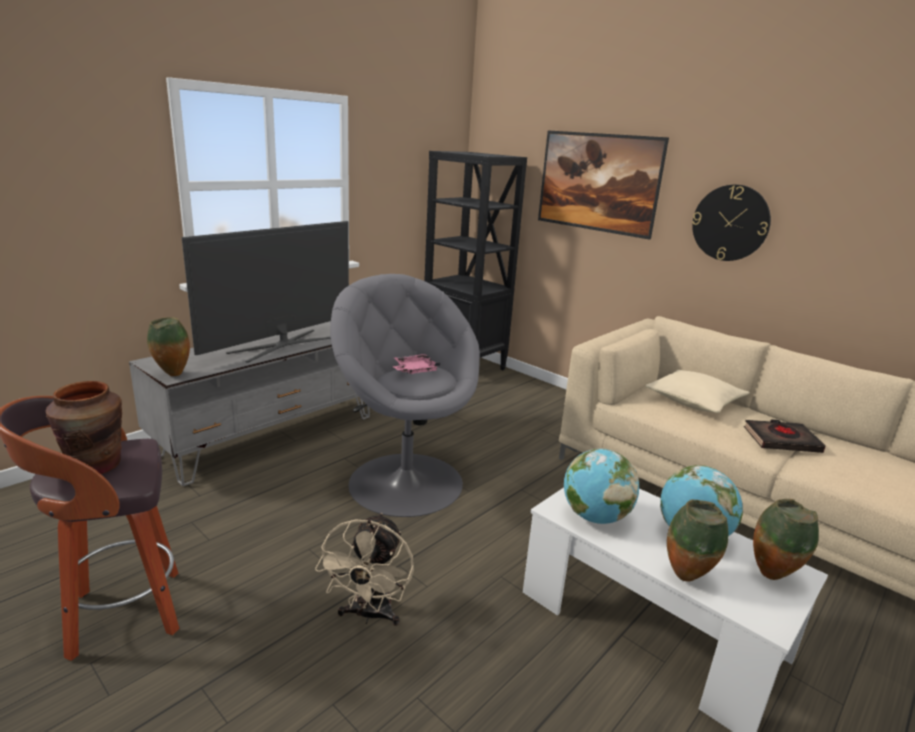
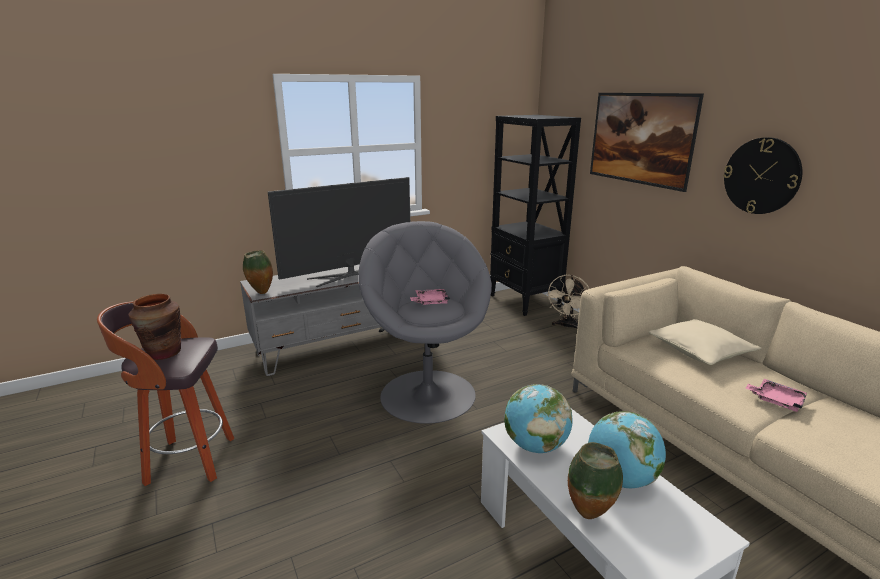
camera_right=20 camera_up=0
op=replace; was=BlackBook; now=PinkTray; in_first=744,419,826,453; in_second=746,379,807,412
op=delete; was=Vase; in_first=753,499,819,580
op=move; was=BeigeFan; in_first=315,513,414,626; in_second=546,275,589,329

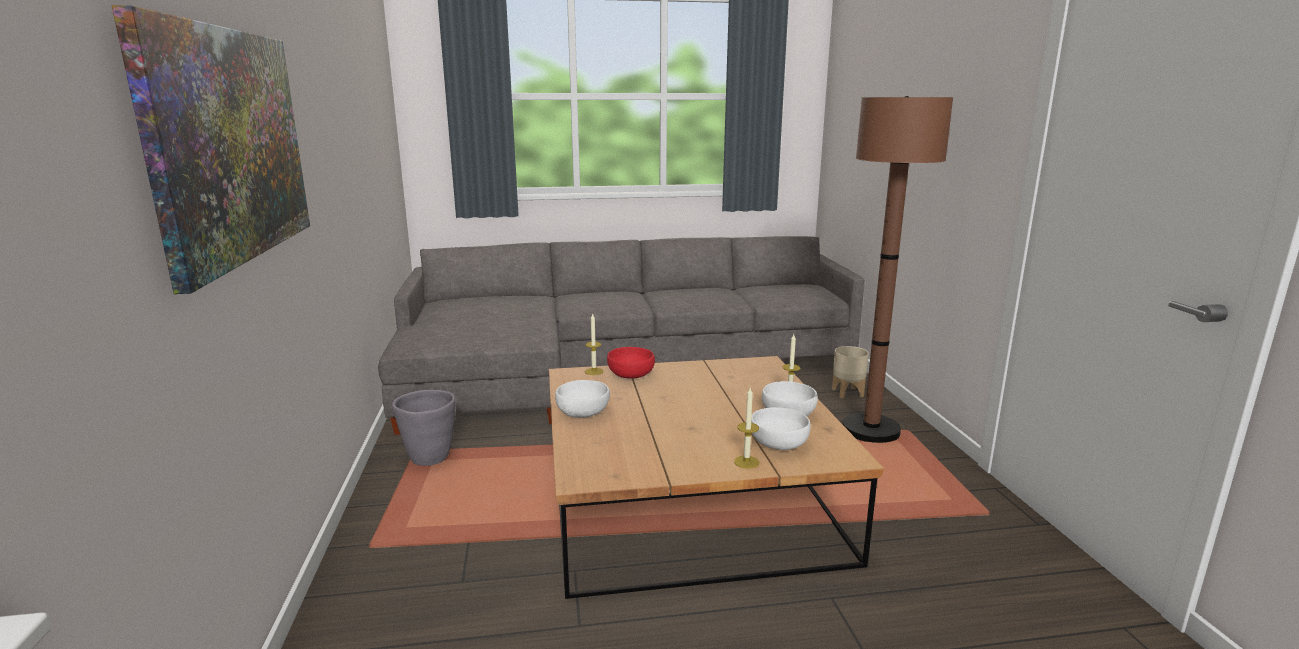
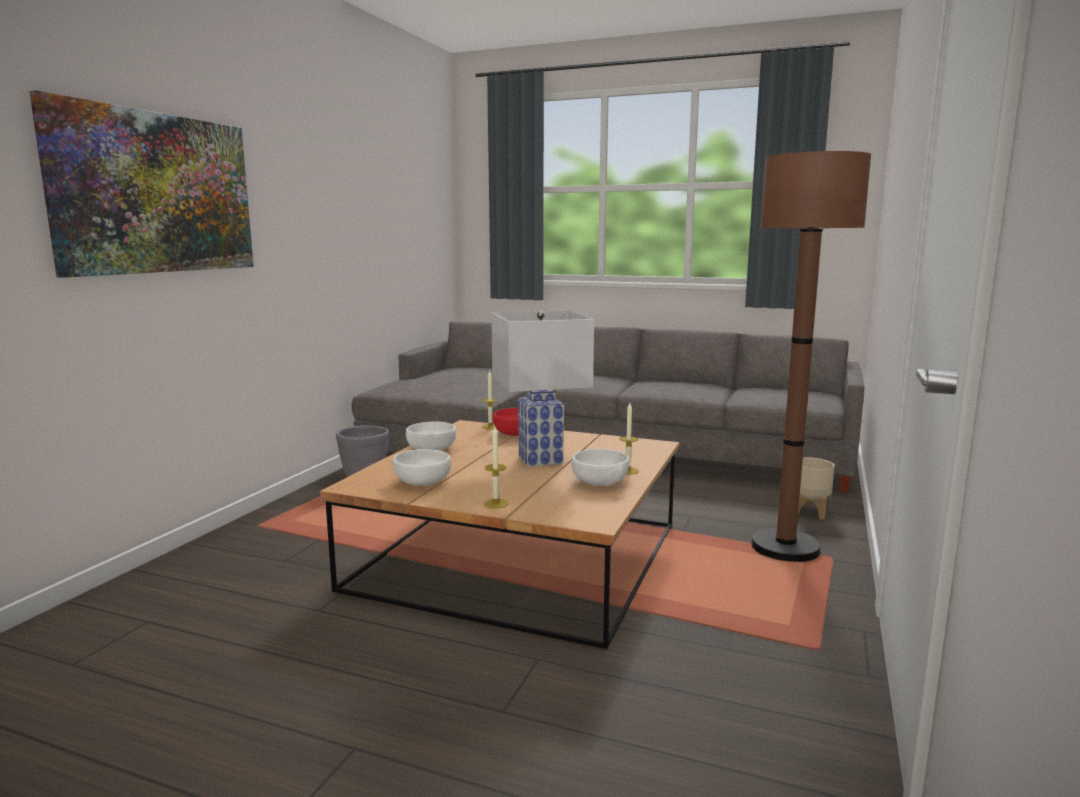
camera_right=30 camera_up=-5
op=move; was=WhiteBowl; in_first=751,407,811,450; in_second=393,449,451,486
op=insert; now=WhiteTableLamp; in_second=491,310,594,467

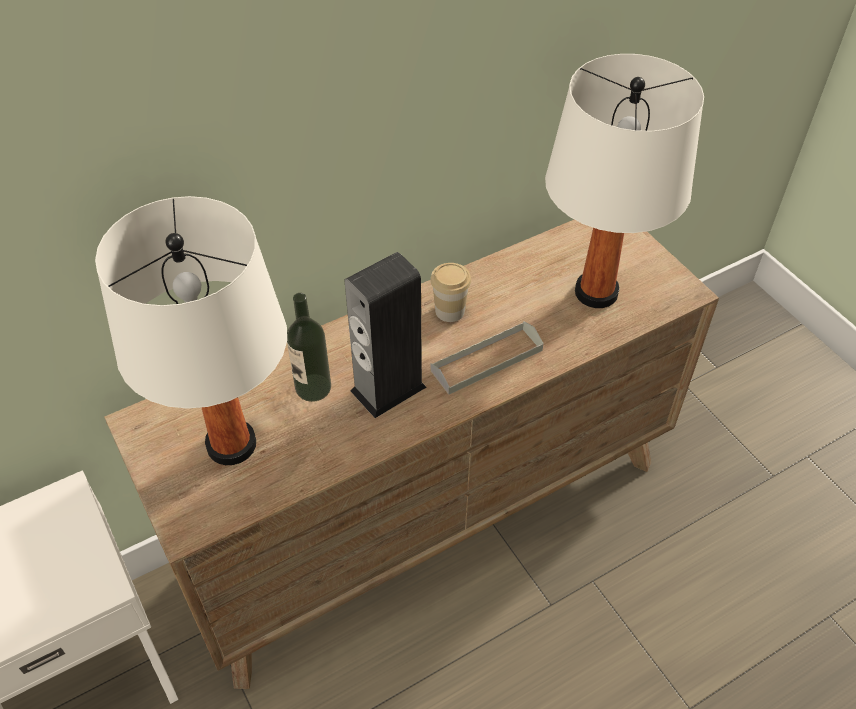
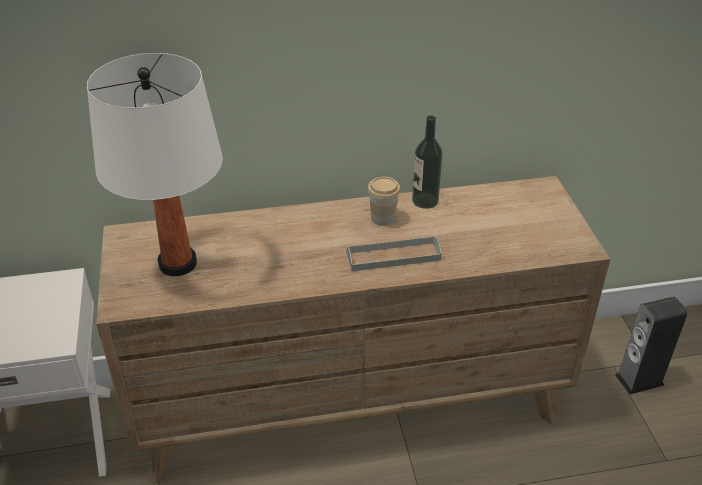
camera_right=20 camera_up=-10
op=delete; was=WhiteTableLamp; in_first=545,54,704,308
op=move; was=Speaker; in_first=345,252,426,418; in_second=615,296,688,395
op=move; was=Bottle; in_first=287,293,331,402; in_second=412,115,443,209

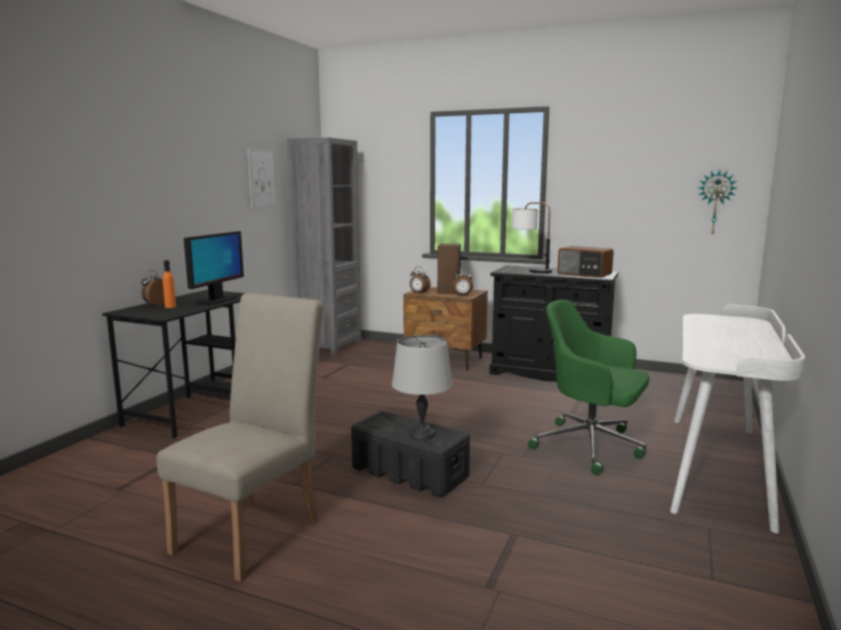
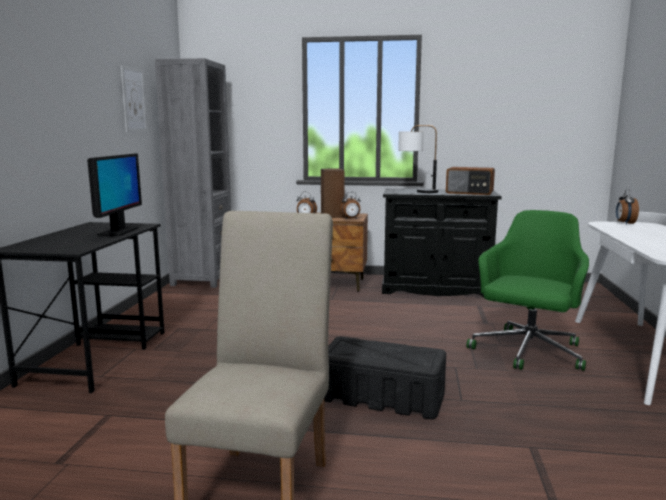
camera_right=-15 camera_up=0
op=delete; was=WallClock; in_first=699,169,737,236
op=delete; was=OrangeBottle; in_first=163,260,176,308
op=move; was=AlarmClock; in_first=141,270,165,306; in_second=616,189,639,225
op=rotate; was=GreenOfficeChair; in_first=528,300,650,475; in_second=466,210,589,371; clockwise=105
op=delete; was=GreyTableLamp; in_first=392,335,452,440

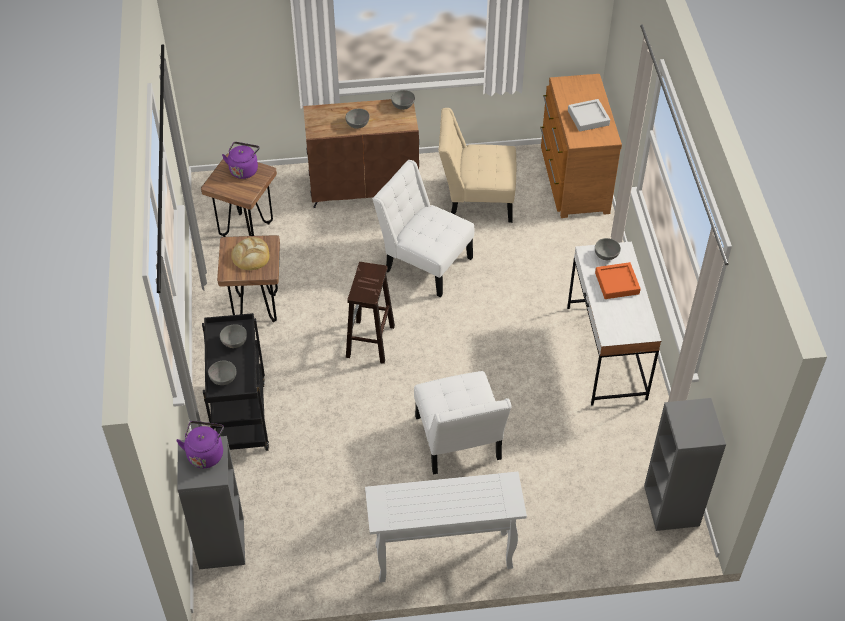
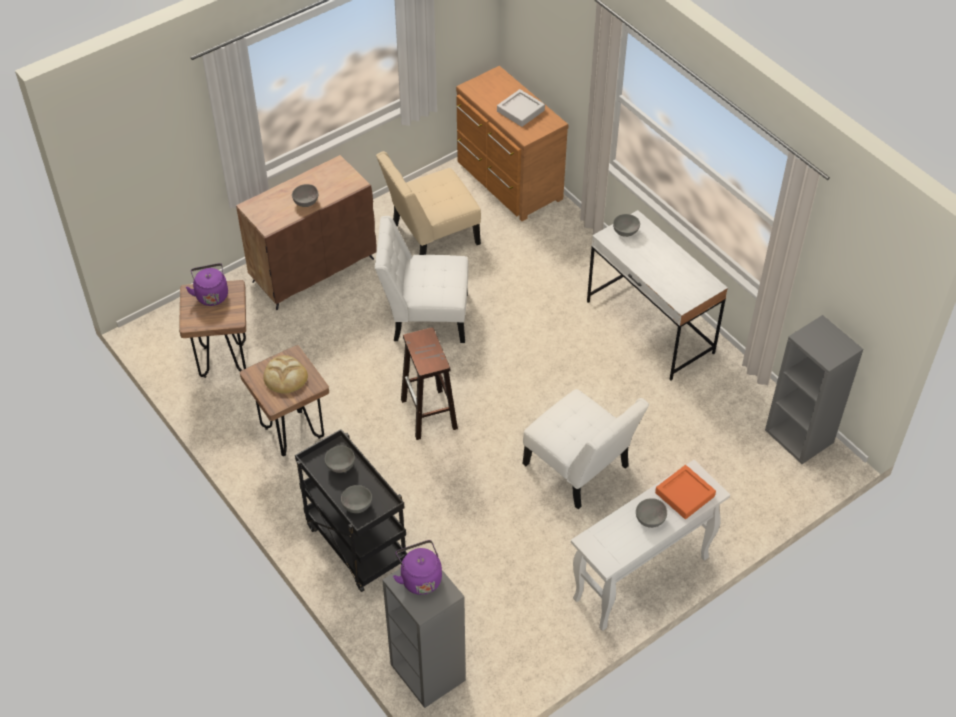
camera_right=-30 camera_up=0
op=move; was=GreyBowl; in_first=391,90,415,110; in_second=636,498,667,528
op=move; was=OrangeTray; in_first=595,262,641,299; in_second=655,465,716,519

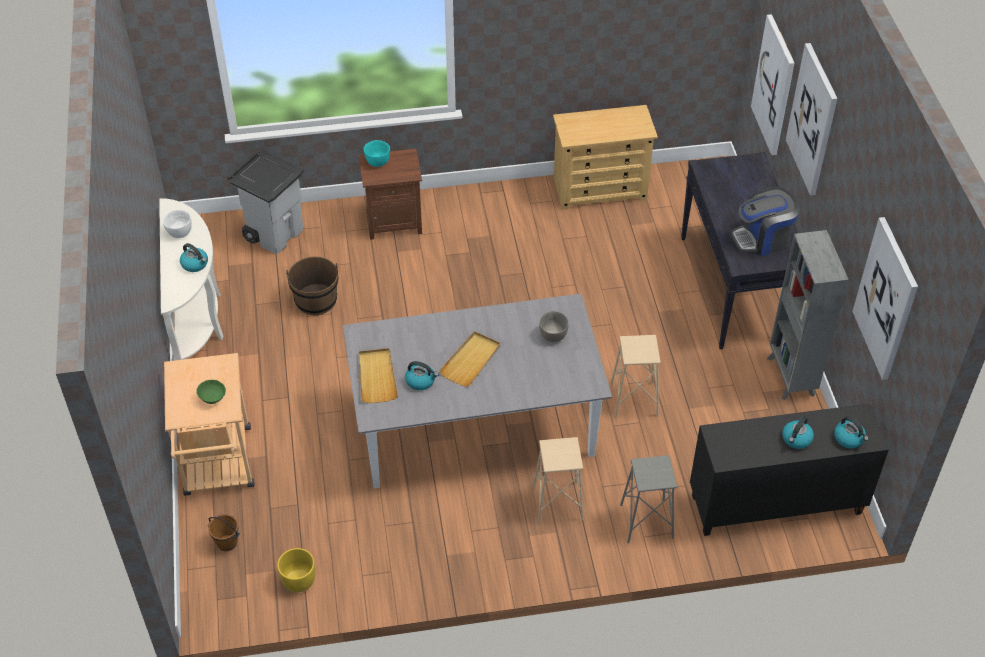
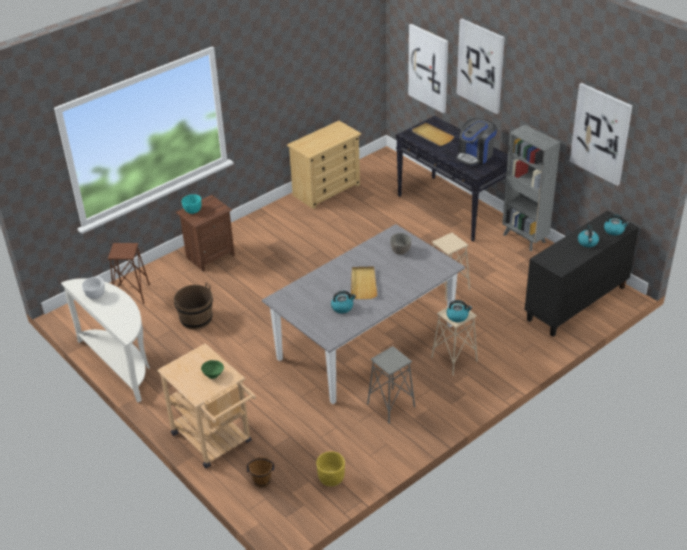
camera_right=-30 camera_up=-10
op=replace; was=GreyTrashCan; now=BrownStool; in_first=227,151,304,254; in_second=108,243,150,304
op=move; was=Kettle; in_first=180,243,208,272; in_second=446,300,472,322
op=move; was=BeigeTray; in_first=359,348,398,403; in_second=412,123,454,146
op=move; was=GreyStool; in_first=620,455,677,543; in_second=367,346,415,423

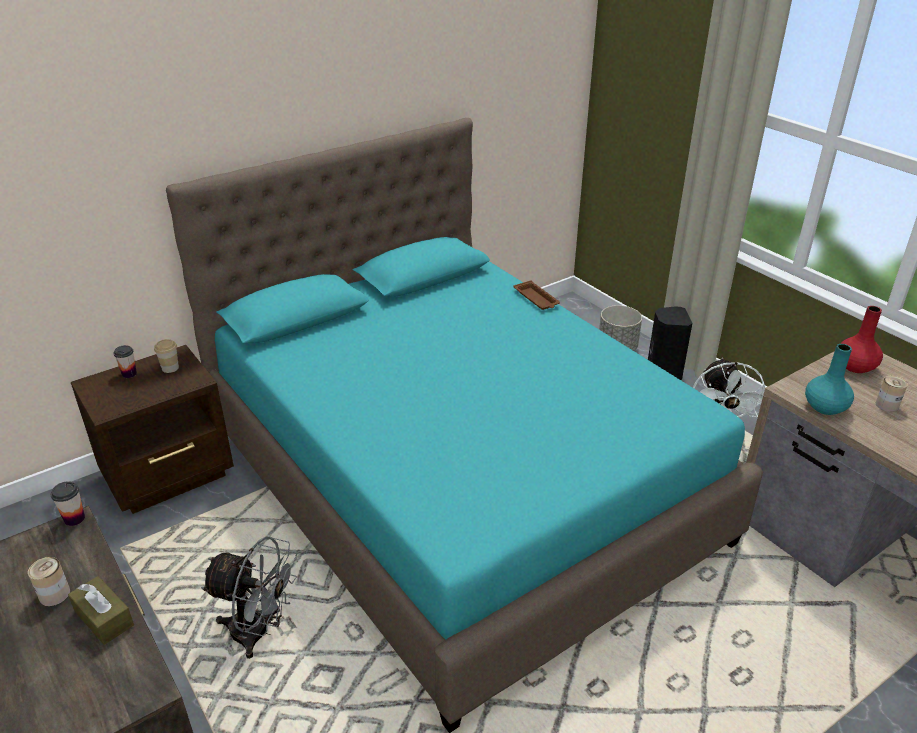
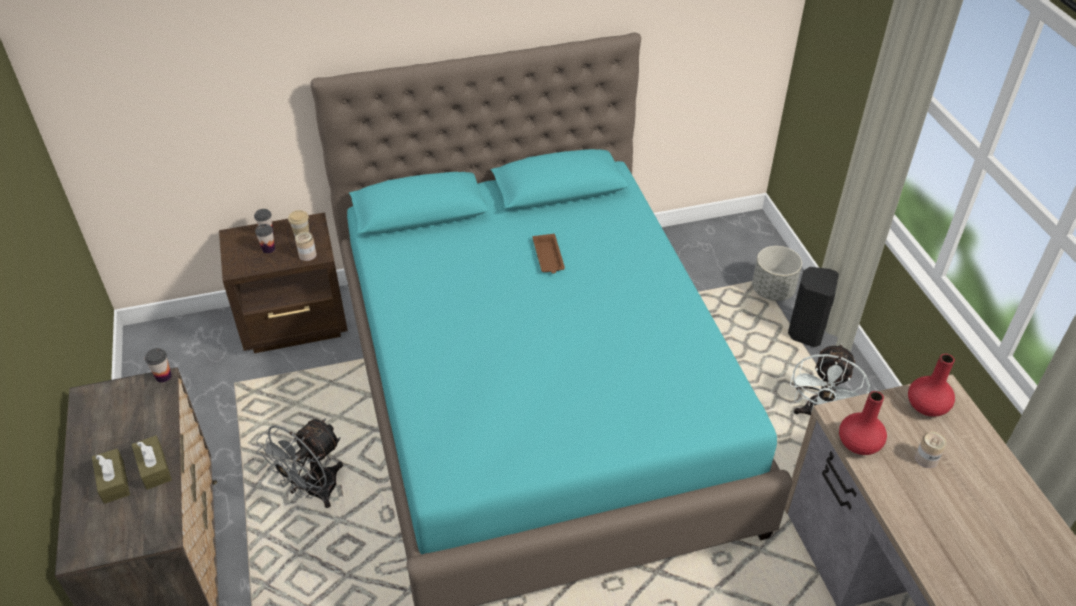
camera_right=20 camera_up=10
op=move; was=BrownTray; in_first=514,280,560,310; in_second=533,234,565,274
op=recolor; was=TurquoiseVase; now=RedVase; in_first=805,344,854,415; in_second=839,391,887,455
op=rotate; was=GreyFan; in_first=201,537,297,659; in_second=256,419,343,508; clockwise=90
op=move; was=Can; in_first=28,557,70,606; in_second=295,232,317,261
op=insert; now=Cup; in_second=255,224,275,253
op=insert; now=BrownTissueBox; in_second=92,449,130,504

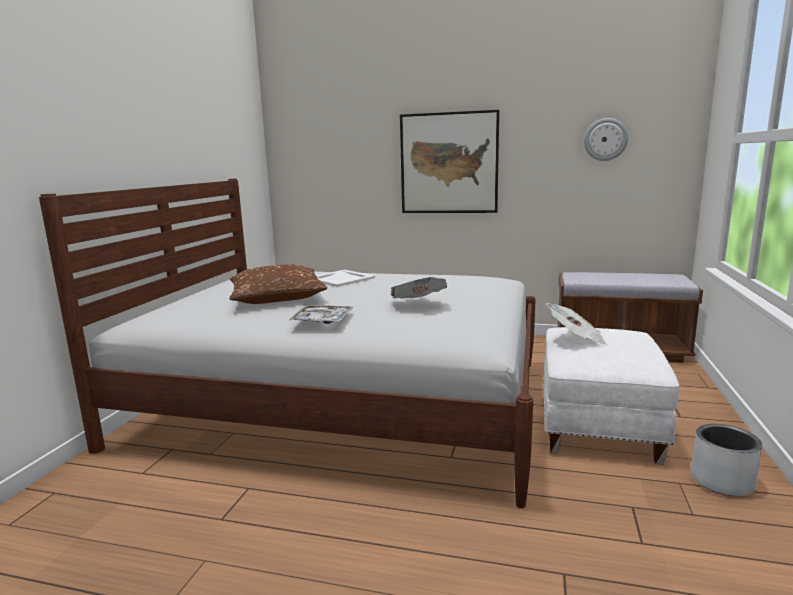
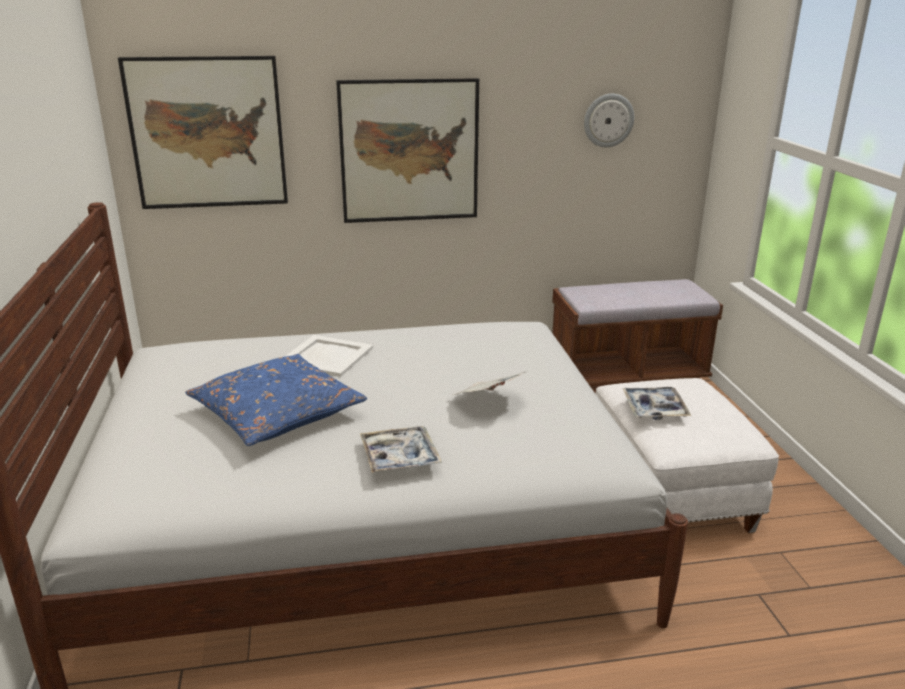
camera_right=-25 camera_up=10
op=recolor; was=BrownPillow; now=BluePillow; in_first=230,264,327,304; in_second=185,354,367,446
op=replace; was=Newspaper; now=Tray; in_first=546,303,608,346; in_second=622,387,691,420
op=delete; was=GreyPlanter; in_first=691,424,762,496
op=insert; now=Picture; in_second=118,56,288,209

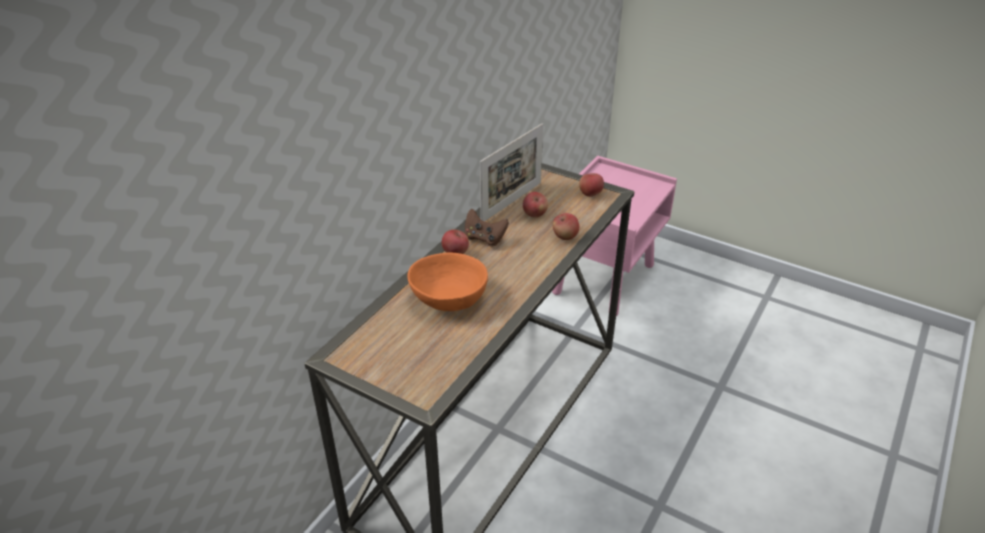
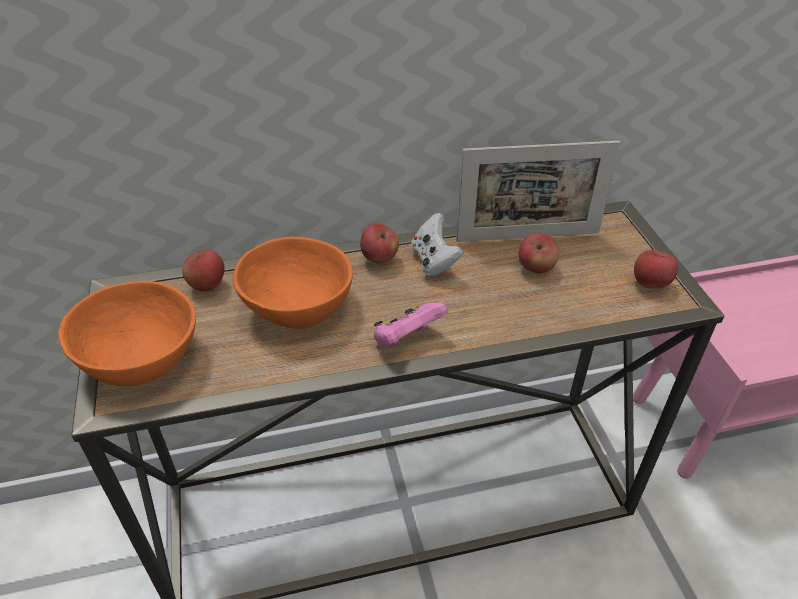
camera_right=45 camera_up=5
op=recolor; was=BrownGameController; now=WhiteGameController; in_first=465,209,509,246; in_second=411,213,464,276
op=move; was=Apple; in_first=553,213,579,240; in_second=182,250,225,291
op=insert; now=OrangeBowl; in_second=58,281,196,386
op=insert; now=PinkGameController; in_second=374,302,448,347

